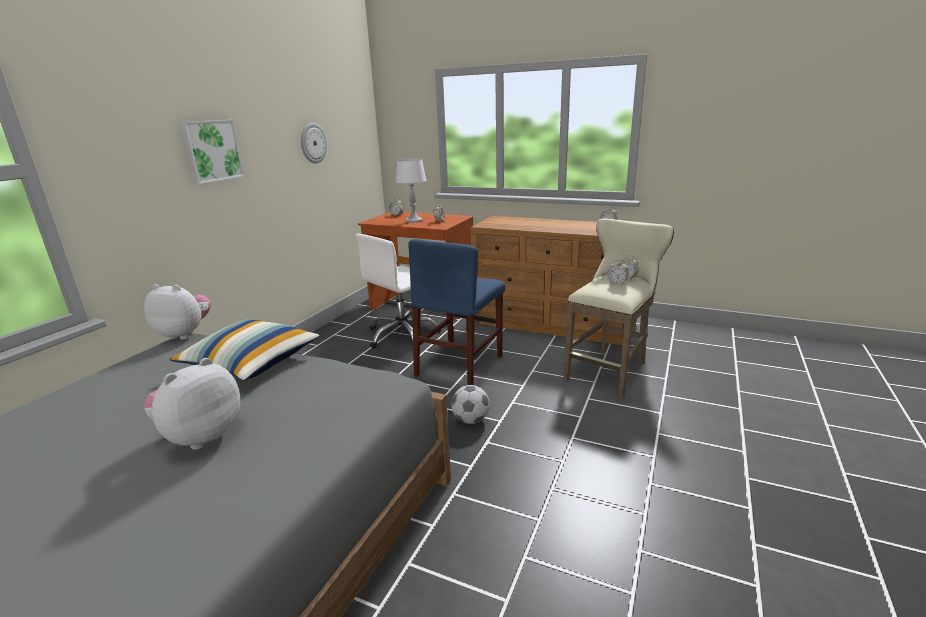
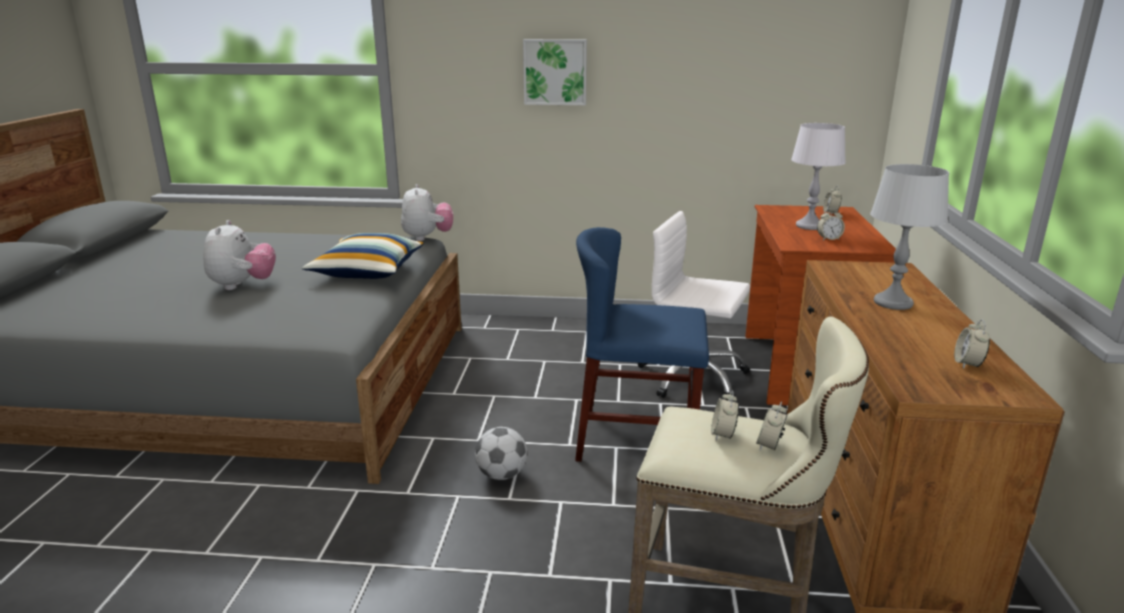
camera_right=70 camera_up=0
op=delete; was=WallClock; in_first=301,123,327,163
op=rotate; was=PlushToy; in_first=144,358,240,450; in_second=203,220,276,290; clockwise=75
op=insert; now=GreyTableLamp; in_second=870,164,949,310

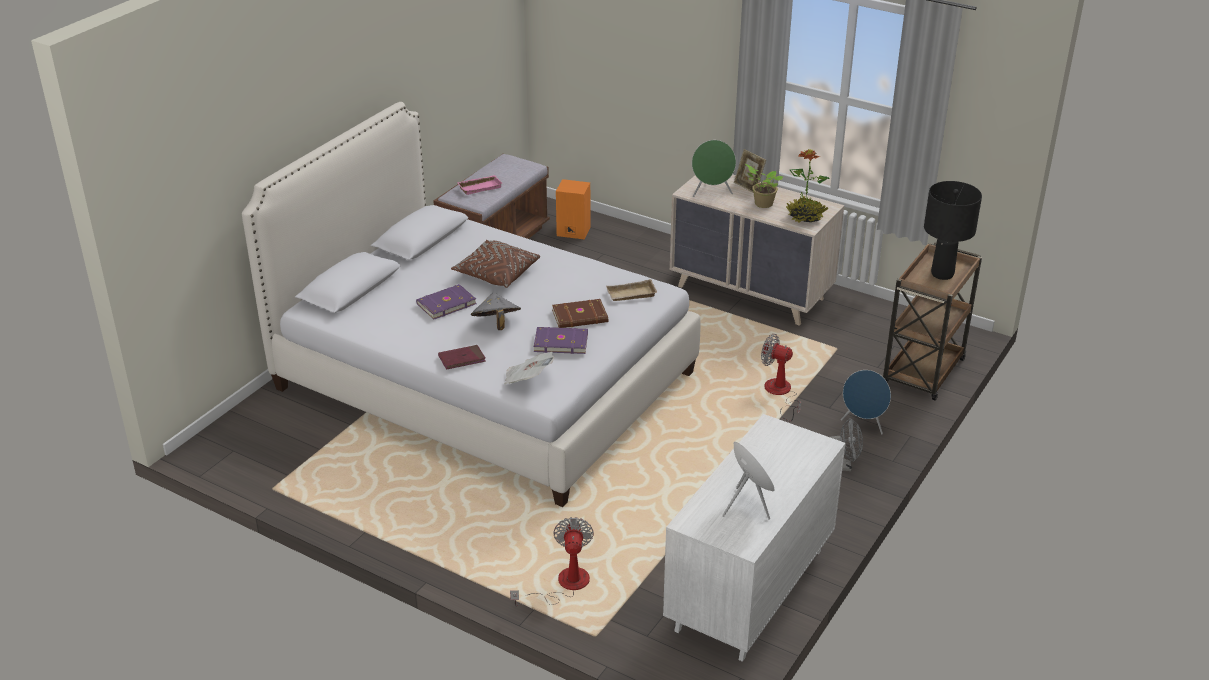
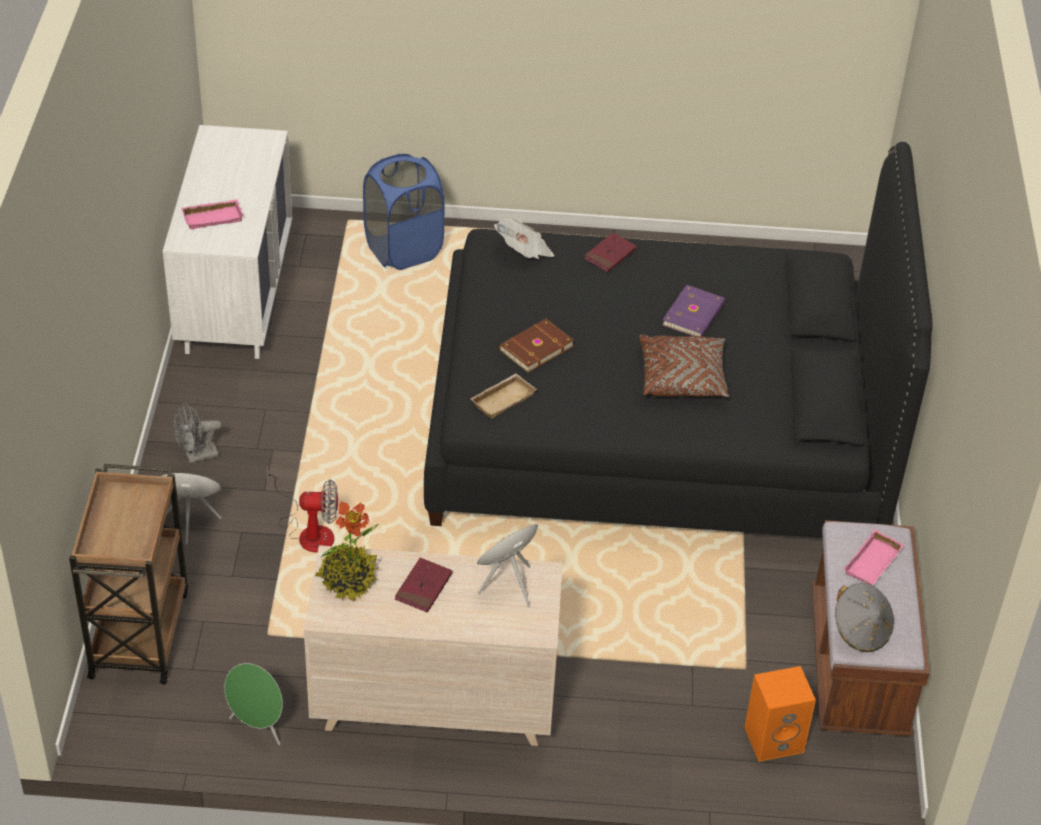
camera_right=150 camera_up=10
op=recolor; was=WhiteBed; now=BlackBed; in_first=242,102,701,507; in_second=424,142,933,538
op=delete; was=PictureFrame; in_first=734,149,766,192
op=replace; was=PottedPlant; now=RedBook; in_first=745,164,783,208; in_second=395,557,453,613
op=delete; was=BlackTableLamp; in_first=924,181,982,280
op=move; was=GreyHat; in_first=471,292,521,330; in_second=835,583,894,652
op=delete; was=PurpleBook; in_first=534,327,588,354
op=move; was=GreenSpeaker; in_first=722,442,774,520; in_second=224,663,283,745
op=replace; was=Fan; now=BlueLaundryBasket; in_first=510,517,594,607; in_second=363,154,444,270
op=insert; now=PinkTray; in_second=181,199,244,229

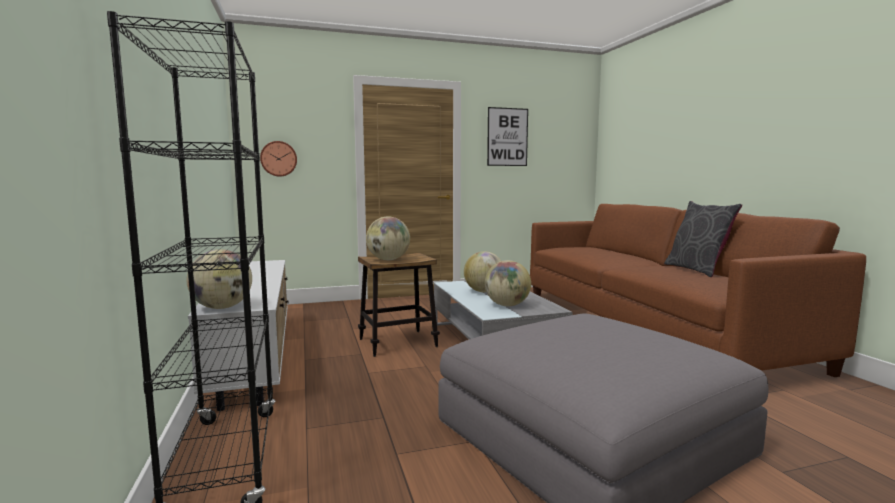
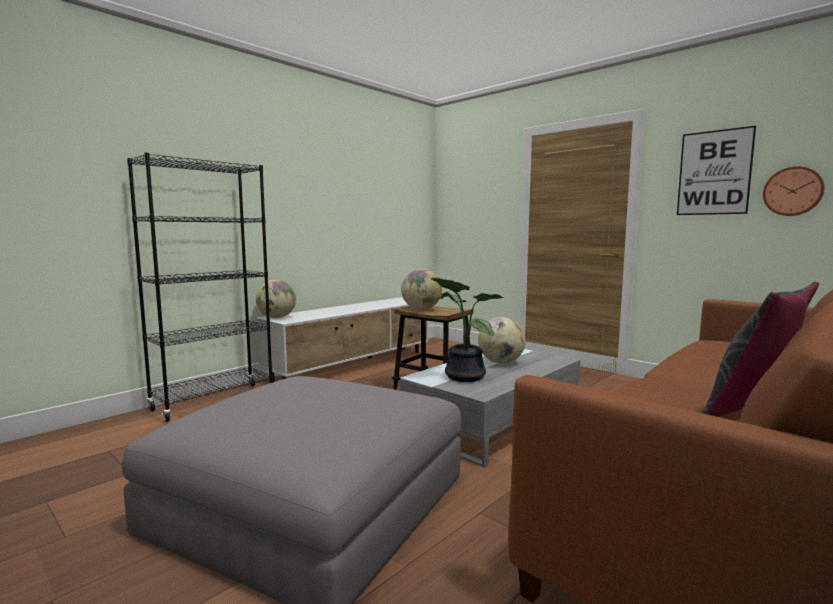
camera_right=60 camera_up=0
op=move; was=WallClock; in_first=260,141,297,177; in_second=763,166,824,216
op=replace; was=Globe; now=PottedPlant; in_first=485,260,531,306; in_second=431,277,503,382

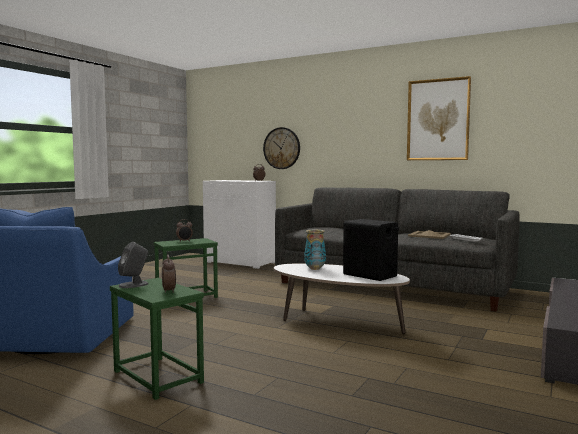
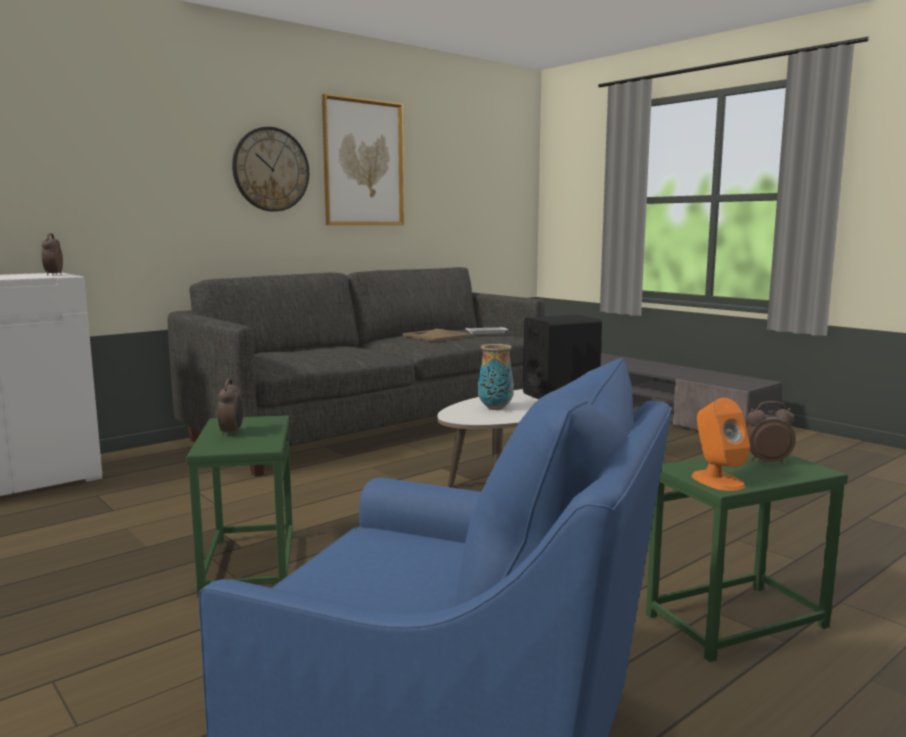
camera_right=-70 camera_up=5
op=move; was=WallClock; in_first=263,127,300,169; in_second=232,127,309,212
op=recolor; was=GreySpeaker; now=OrangeSpeaker; in_first=118,242,149,288; in_second=692,398,750,491

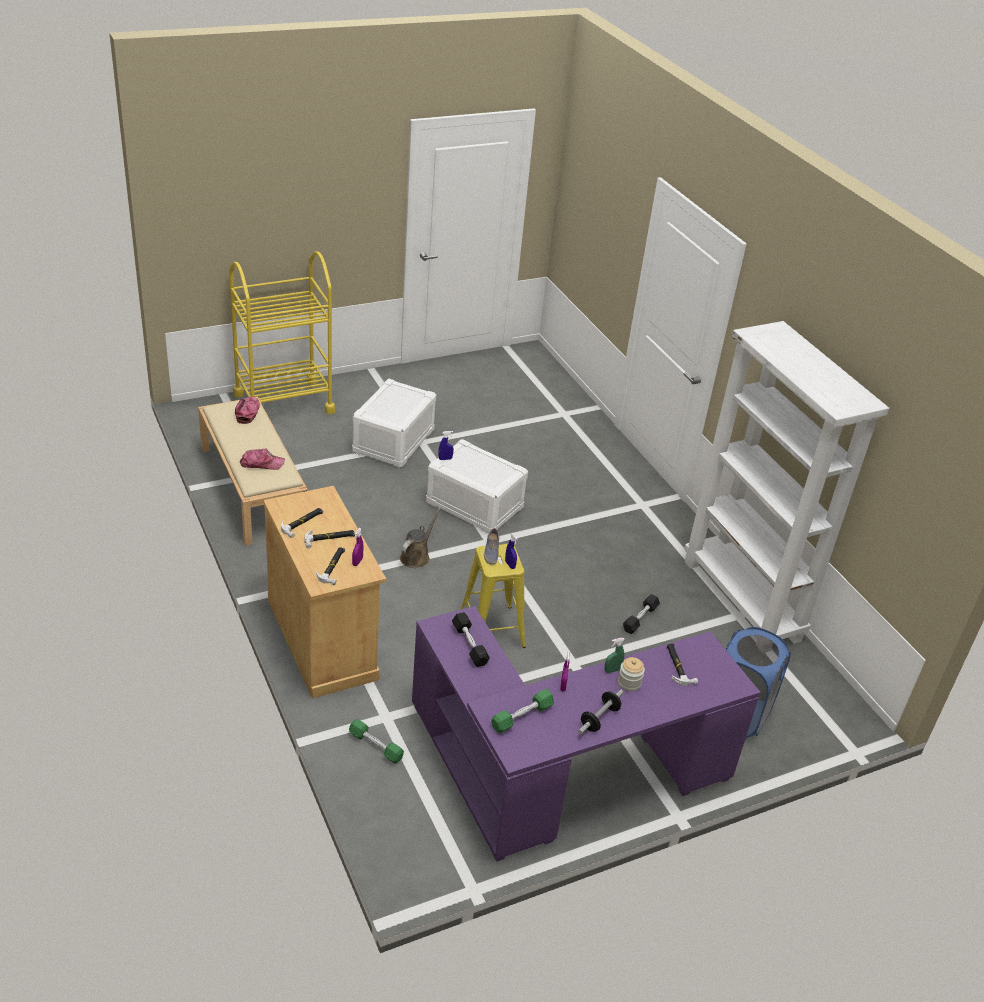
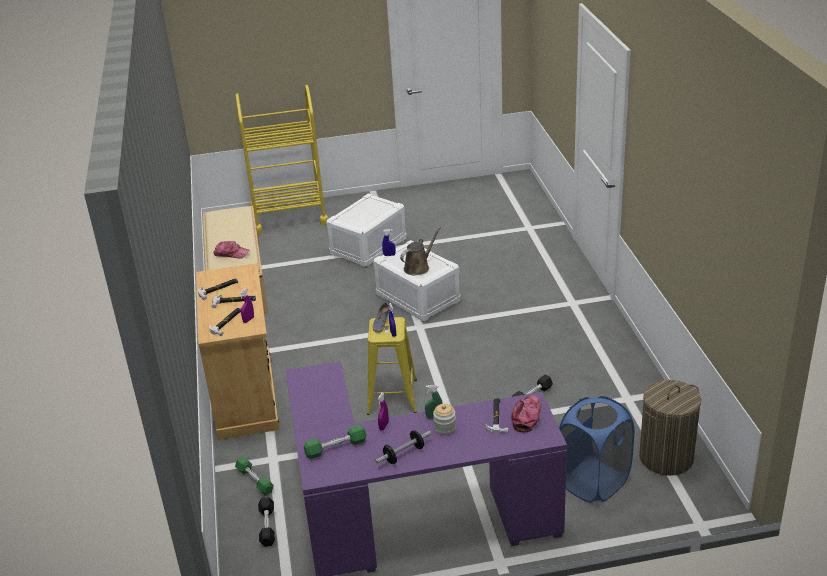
camera_right=20 camera_up=-5
op=delete; was=WhiteBookcase; in_first=684,321,889,644
op=move; was=Cap; in_first=235,396,260,424; in_second=511,395,541,433
op=move; was=BrownWateringCan; in_first=400,508,441,568; in_second=400,226,441,275
op=move; was=BlackDumbbell; in_first=452,612,490,667; in_second=258,497,275,547
op=insert; now=LaundryBasket; in_second=639,380,701,476

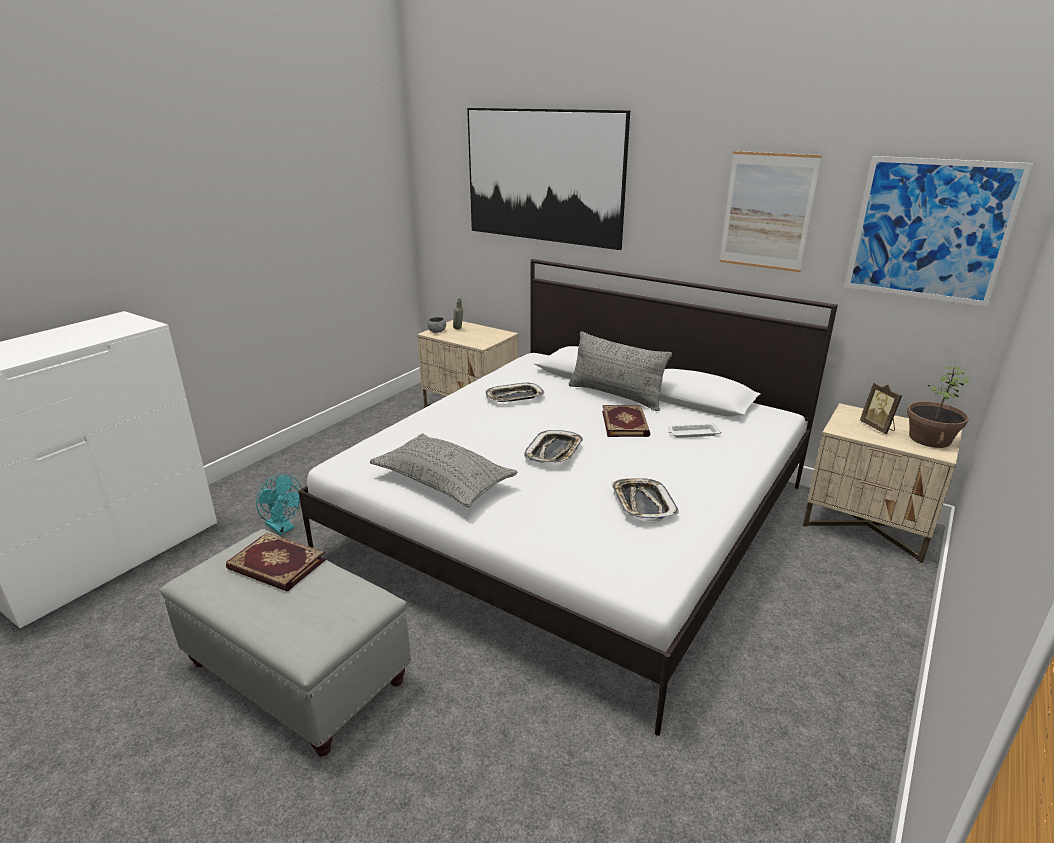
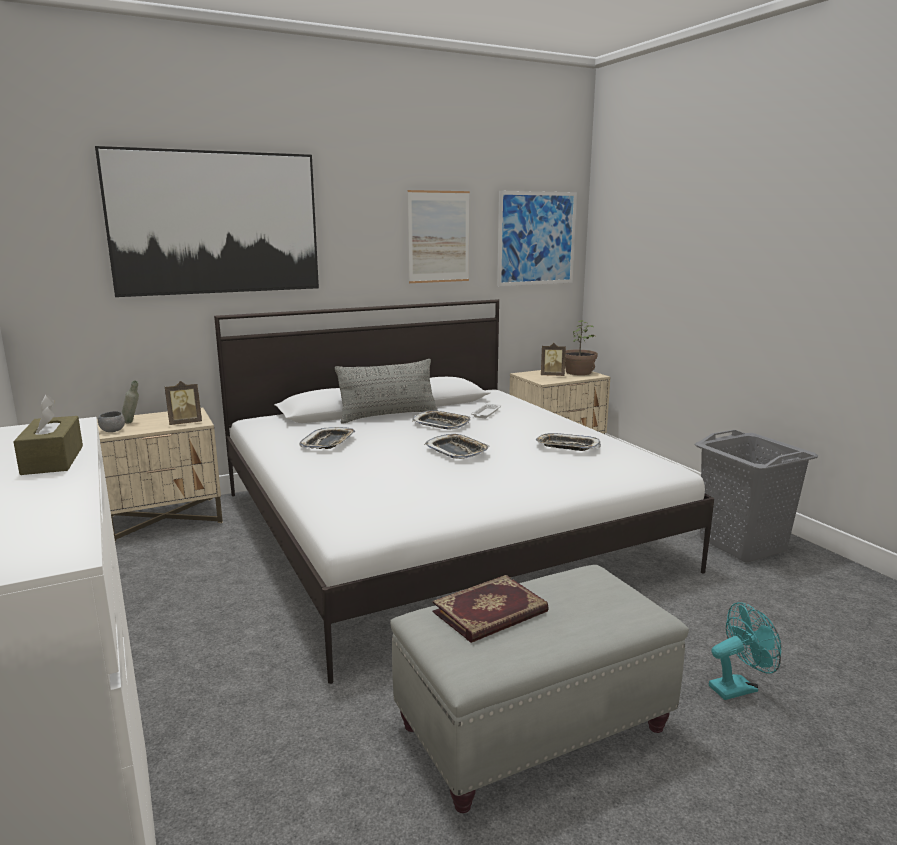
camera_right=-60 camera_up=-10
op=replace; was=Book; now=Tray; in_first=602,405,650,437; in_second=412,410,471,430
op=delete; was=GreyPillow; in_first=370,433,517,507
op=move; was=TurquoiseFan; in_first=256,474,302,535; in_second=709,602,781,700
op=insert; now=PictureFrame; in_second=165,381,202,425
op=insert; now=BrownTissueBox; in_second=13,395,83,475
op=insert; now=GreyLaundryBasket; in_second=695,429,818,562

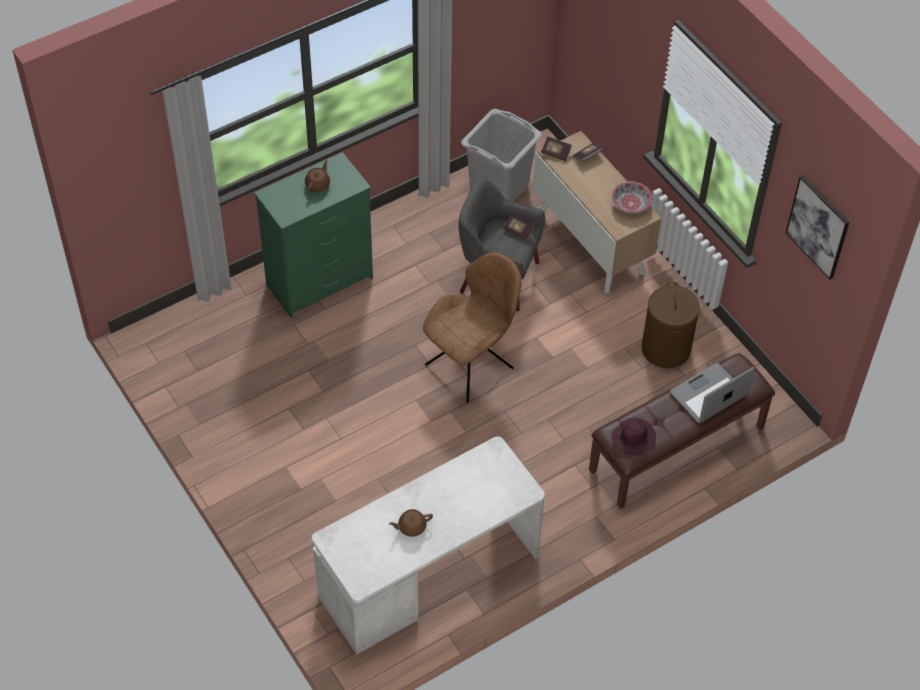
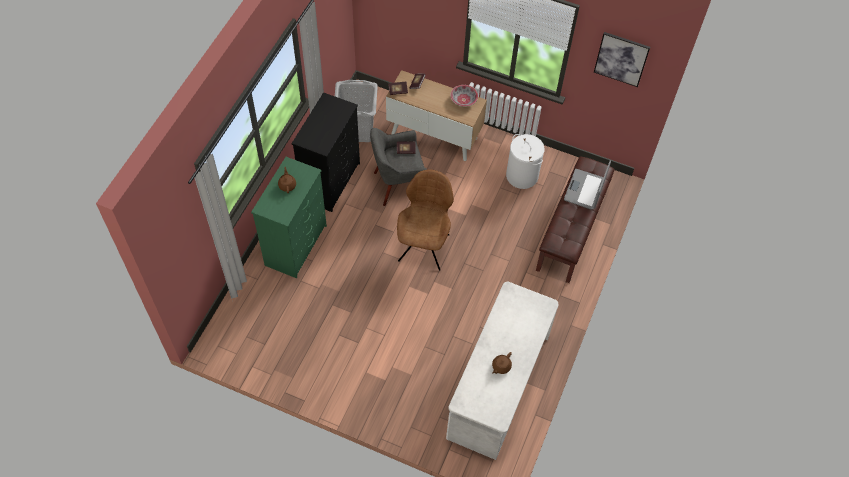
camera_right=-35 camera_up=5
op=recolor; was=BrownLaundryBasket; now=WhiteLaundryBasket; in_first=641,282,700,368; in_second=506,134,544,189
op=delete; was=PurpleHat; in_first=611,418,656,455
op=insert; now=BlackDresser; in_second=292,92,360,212

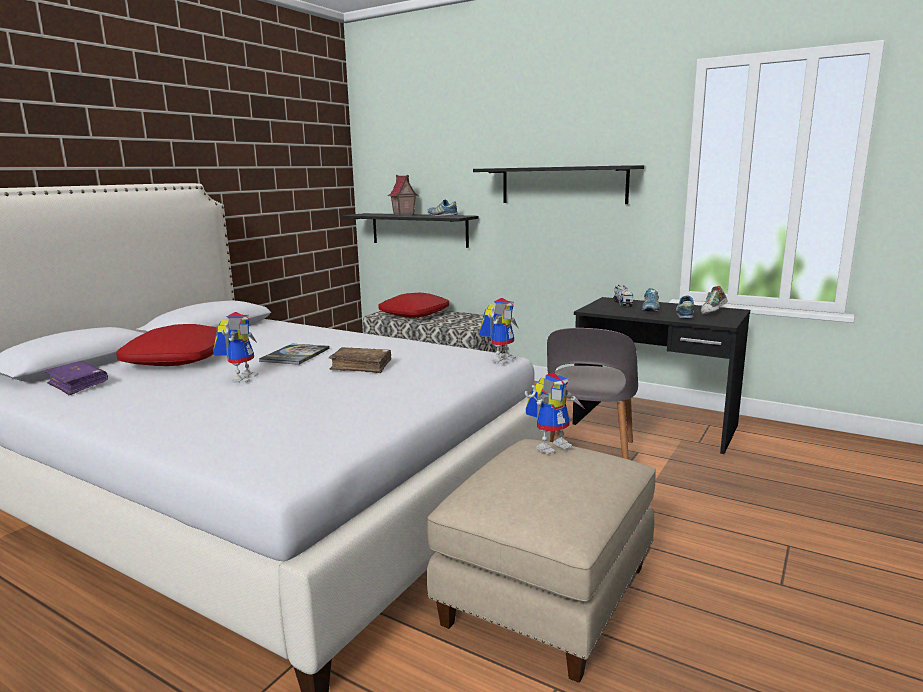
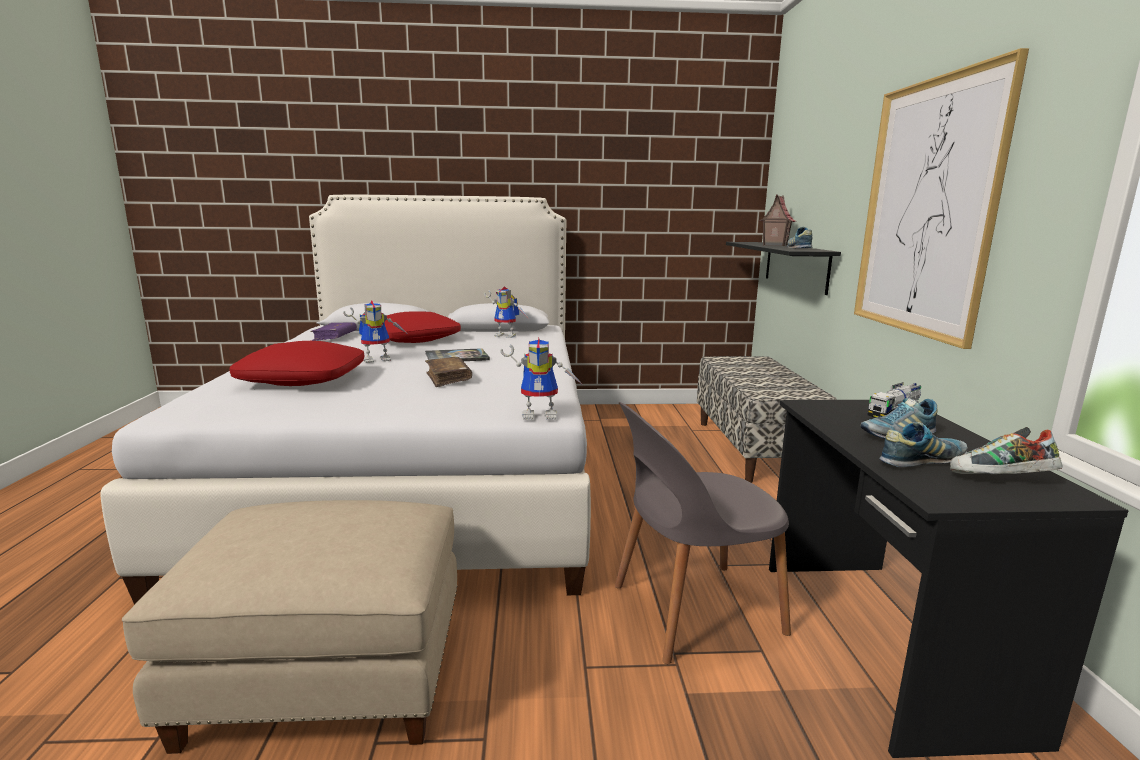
camera_right=55 camera_up=0
op=replace; was=BlackShelf; now=Picture; in_first=473,165,644,204; in_second=854,48,1029,349
op=move; was=RedPillow; in_first=378,293,449,318; in_second=230,341,364,386
op=move; was=ToyRobot; in_first=525,373,586,455; in_second=484,287,529,338

